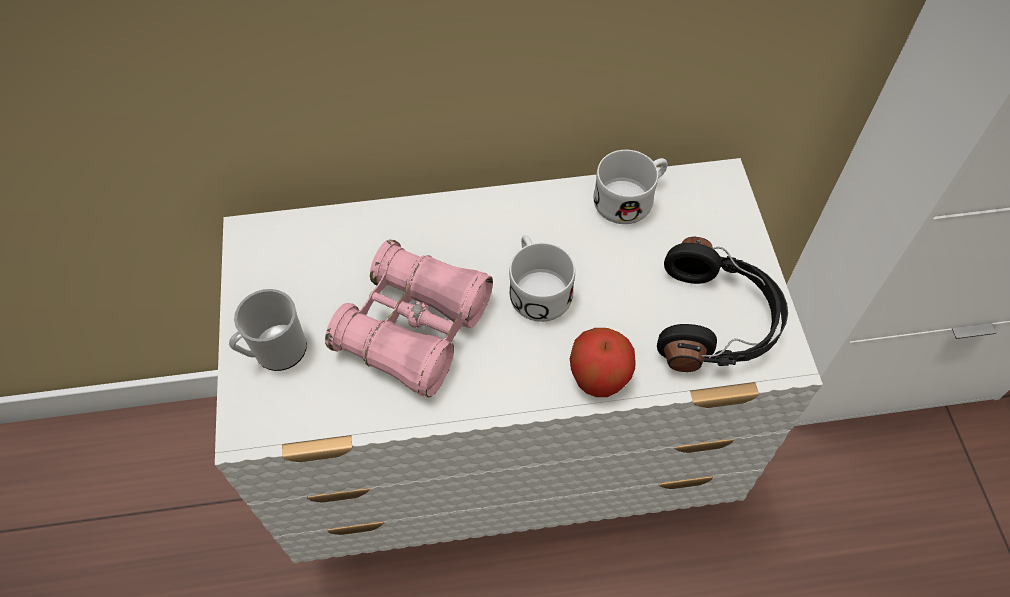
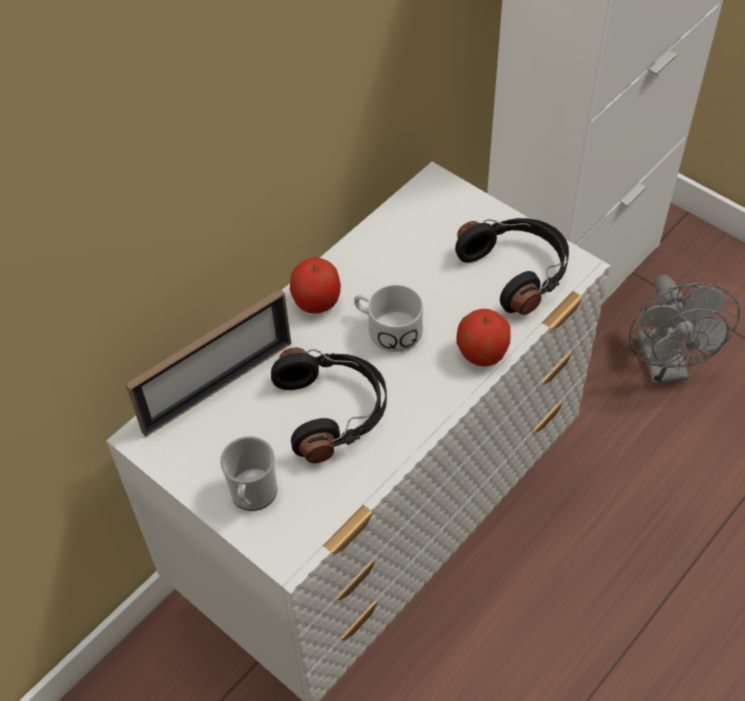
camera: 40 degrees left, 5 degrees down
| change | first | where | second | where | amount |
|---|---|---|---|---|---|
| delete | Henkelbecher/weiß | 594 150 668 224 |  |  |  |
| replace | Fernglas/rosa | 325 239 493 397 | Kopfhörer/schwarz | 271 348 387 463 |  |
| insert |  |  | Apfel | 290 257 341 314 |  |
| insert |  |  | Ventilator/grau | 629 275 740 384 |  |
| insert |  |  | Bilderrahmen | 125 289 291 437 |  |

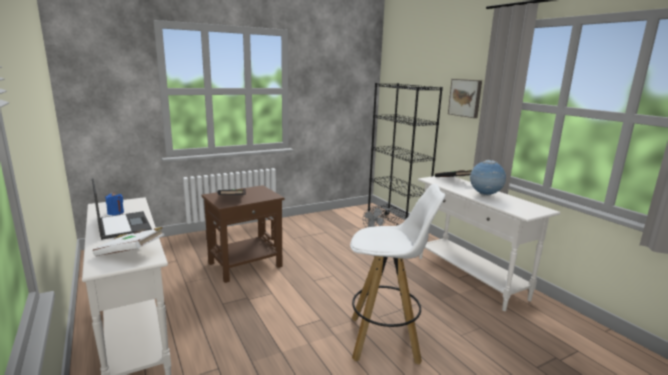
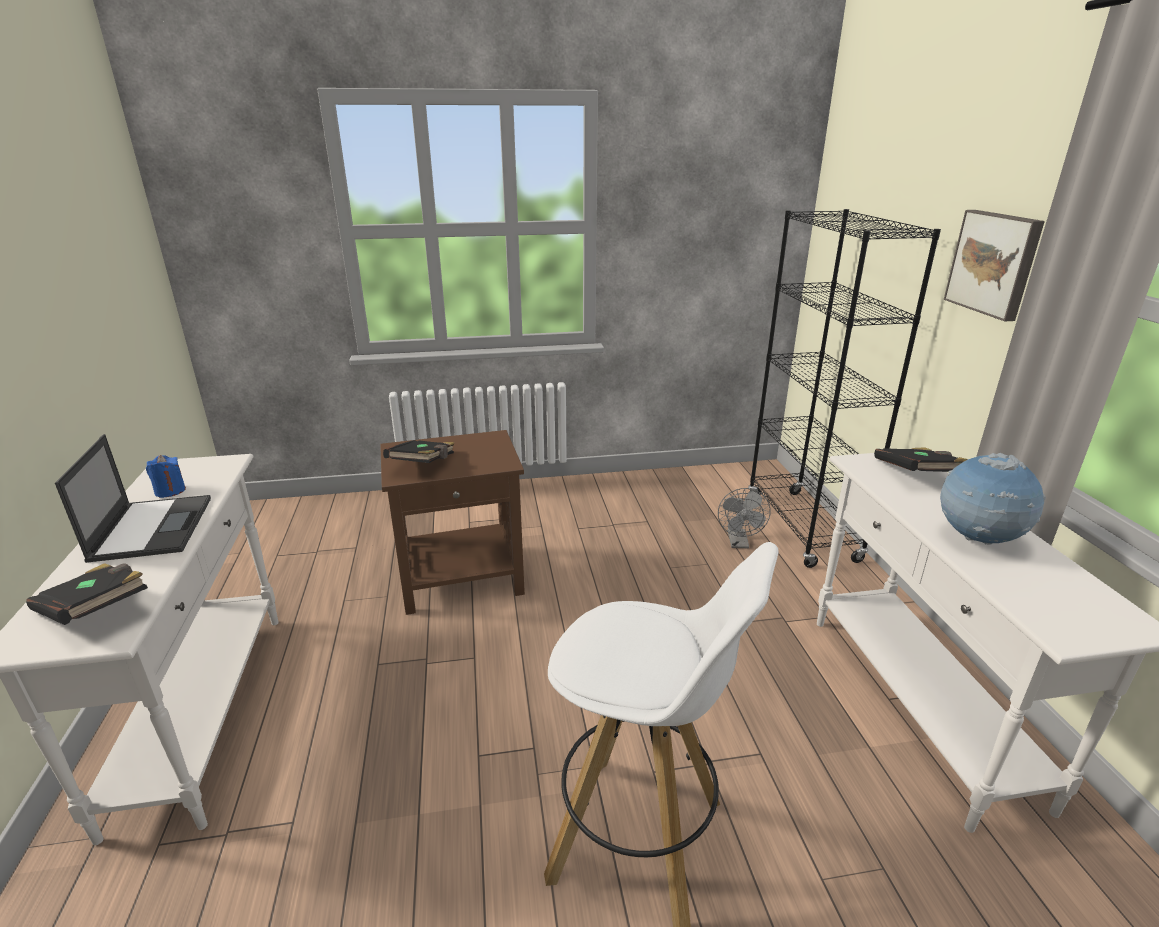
camera: 20 degrees right, 10 degrees up
| change | first | where | second | where | amount |
|---|---|---|---|---|---|
| recolor | Buch/weiß | 92 227 164 256 | Buch/schwarz | 26 563 148 625 |  |

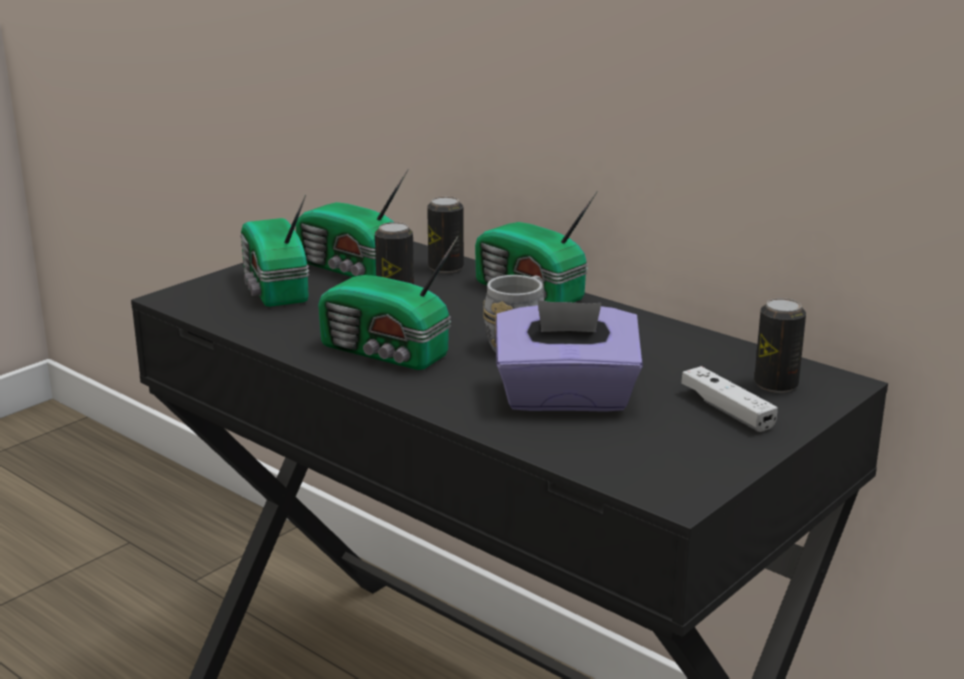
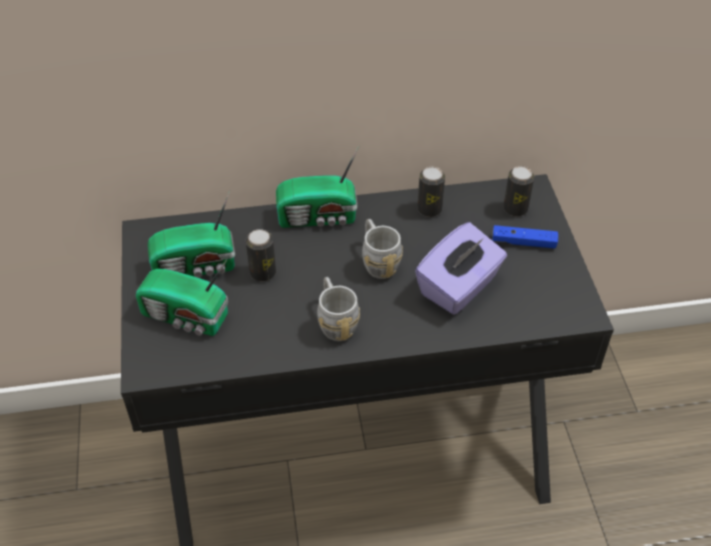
camera: 50 degrees left, 25 degrees up
| change | first | where | second | where | amount |
|---|---|---|---|---|---|
| move | Dose | 427 197 464 273 |  | 417 167 445 217 |  |
| replace | Radio | 318 236 458 370 | Henkelbecher/grau | 317 277 360 341 |  |
| recolor | Gamepad/weiß | 681 366 778 432 | Gamepad/blau | 492 225 558 249 |  |

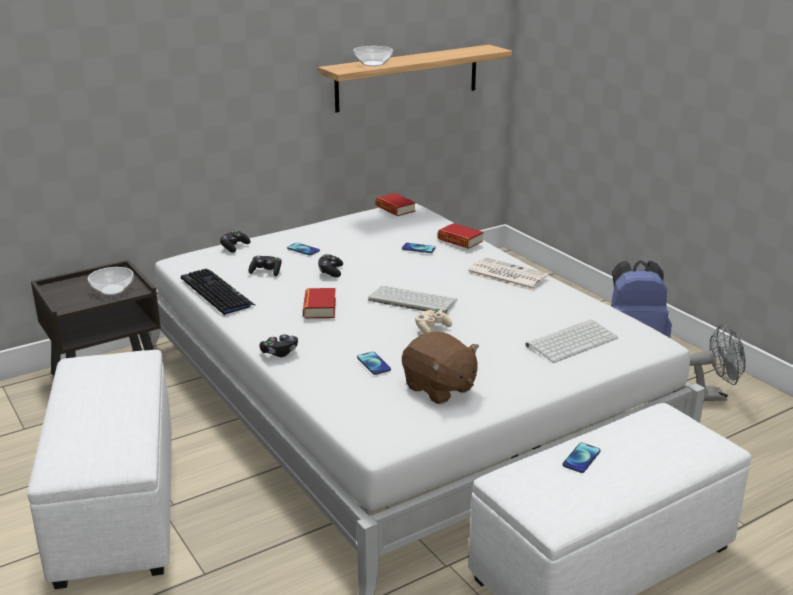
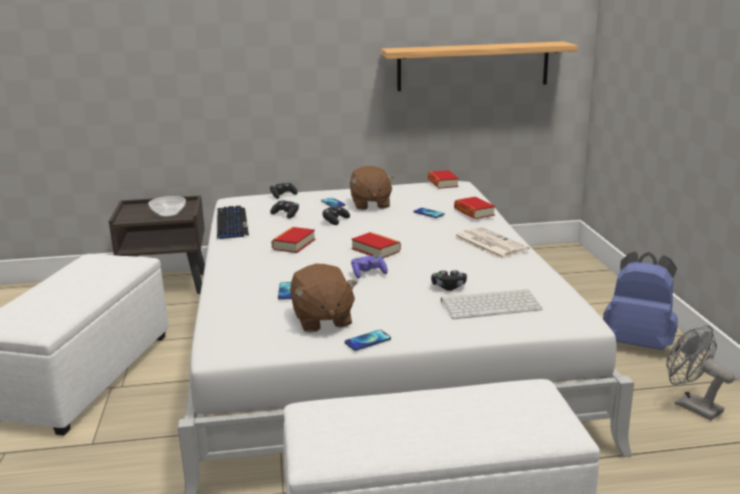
camera: 25 degrees right, 5 degrees down
| change | first | where | second | where | amount |
|---|---|---|---|---|---|
| delete | Schüssel | 354 46 393 66 |  |  |  |
| replace | Tastatur | 368 286 458 314 | Buch | 351 232 401 258 |  |
| recolor | Gamepad/beige | 415 308 452 334 | Gamepad/lila | 351 255 388 279 |  |
| rotate | Ventilator/grau | 690 324 746 401 |  | 667 326 735 420 | 150 degrees counterclockwise |
| move | Gamepad/schwarz | 259 335 298 357 |  | 431 270 467 291 |  |
| move | Handy | 562 443 600 473 |  | 345 330 391 351 |  |
| insert |  |  | Plüschtier/braun | 350 165 394 210 |  |

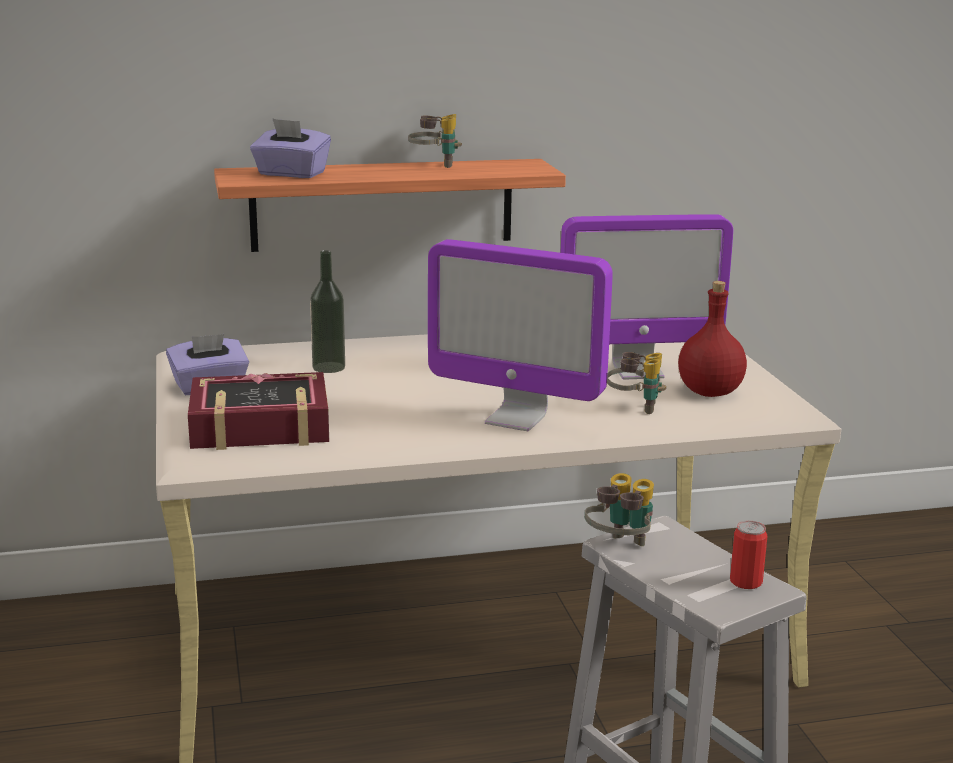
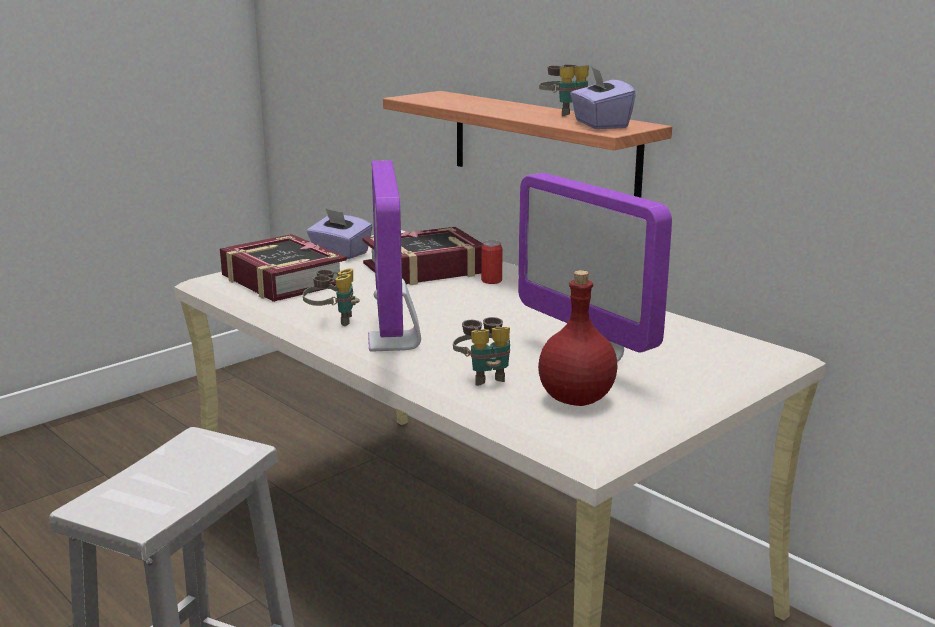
camera: 60 degrees right, 0 degrees up
| change | first | where | second | where | amount |
|---|---|---|---|---|---|
| move | Taschentuchbox/lila | 250 118 331 178 |  | 570 68 636 129 |  |
| replace | Flasche | 310 250 345 373 | Buch | 362 227 483 285 |  |
| move | Fernglas | 585 473 654 546 |  | 303 268 360 326 |  |
| move | Dose | 730 521 767 589 |  | 481 240 503 284 |  |

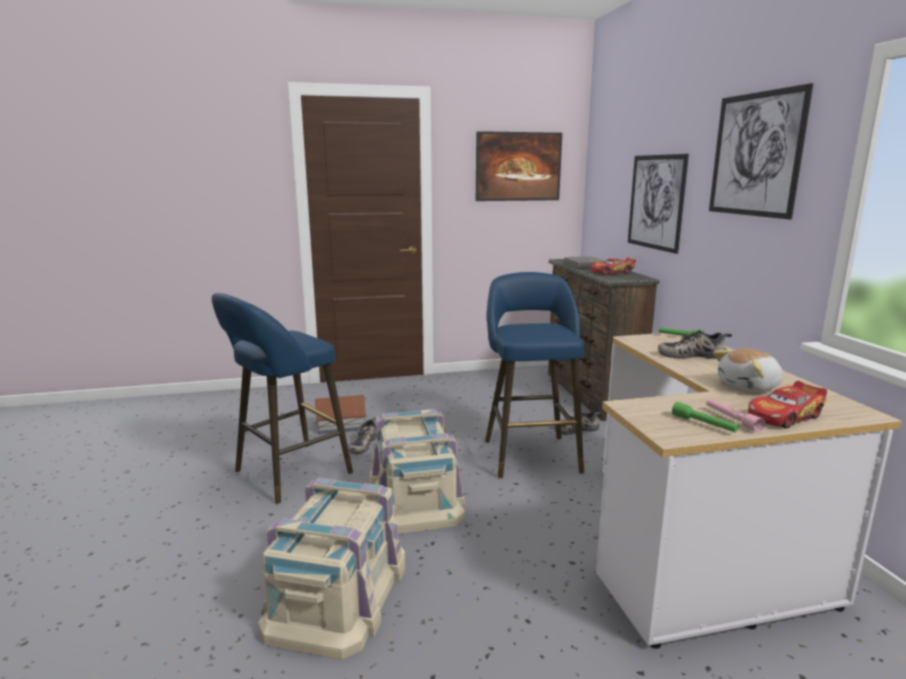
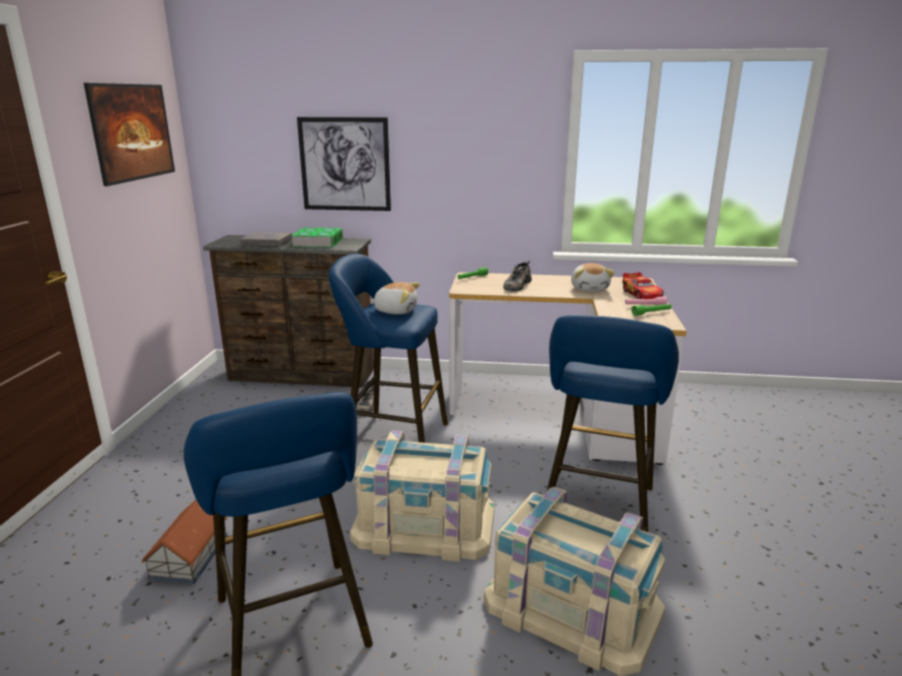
camera: 70 degrees left, 5 degrees up
| change | first | where | second | where | amount |
|---|---|---|---|---|---|
| delete | Bild | 709 83 813 219 |  |  |  |
| replace | Spielzeugauto | 591 258 636 275 | Buch | 291 228 343 248 |  |
| delete | Schuh | 349 417 376 454 |  |  |  |
| insert |  |  | Plüschtier | 370 282 420 315 |  |
| insert |  |  | Hocker/blau | 547 315 679 532 |  |

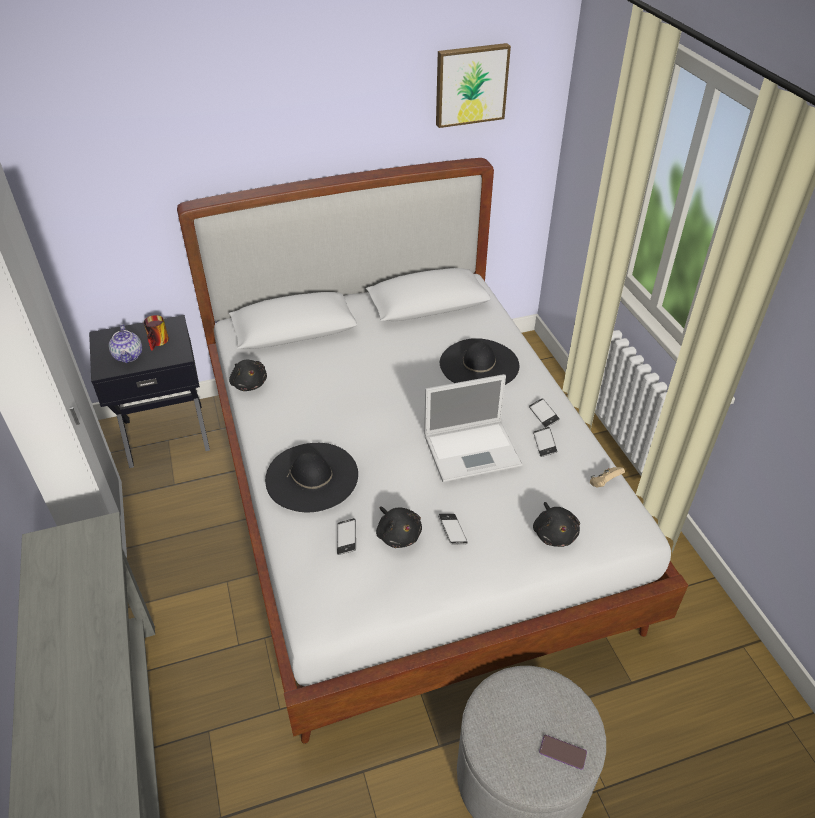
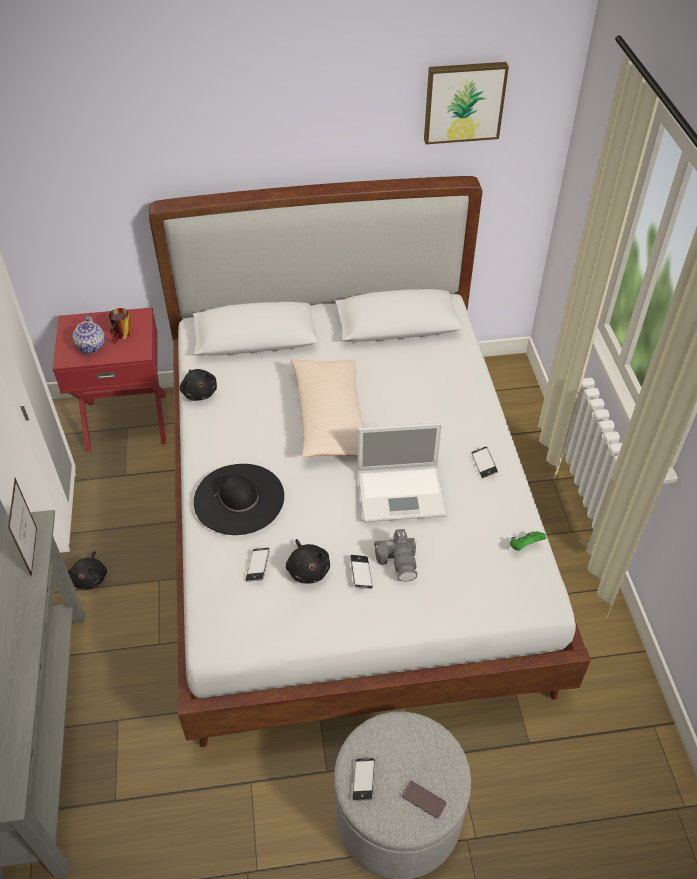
camera: 10 degrees right, 5 degrees up
| change | first | where | second | where | amount |
|---|---|---|---|---|---|
| recolor | Nachttisch/schwarz | 89 315 210 468 | Nachttisch/rot | 52 307 166 452 |  |
| delete | Hut/schwarz | 440 338 519 385 |  |  |  |
| move | Handy | 533 427 557 457 |  | 352 758 375 801 |  |
| recolor | Gamepad/beige | 590 467 625 487 | Gamepad/grün | 510 531 546 551 |  |
| move | Plüschtier/schwarz | 533 502 580 547 |  | 68 551 107 590 |  |
| insert |  |  | Kissen/beige | 291 359 364 457 |  |
| insert |  |  | Bilderrahmen | 8 478 37 577 |  |
| insert |  |  | Kamera | 374 529 417 582 |  |

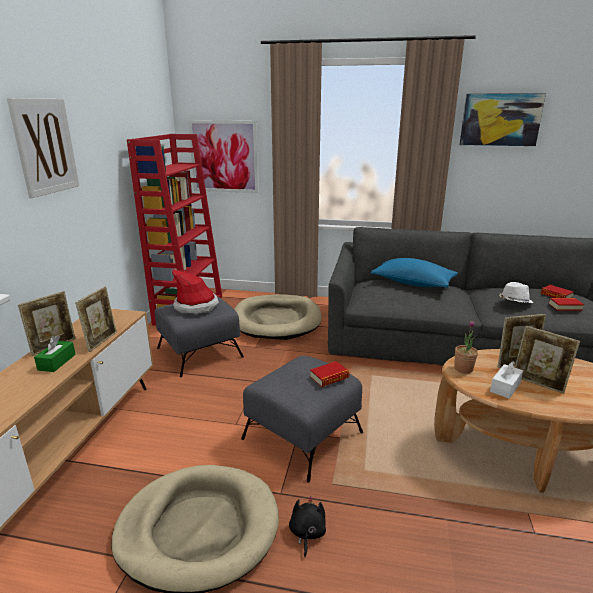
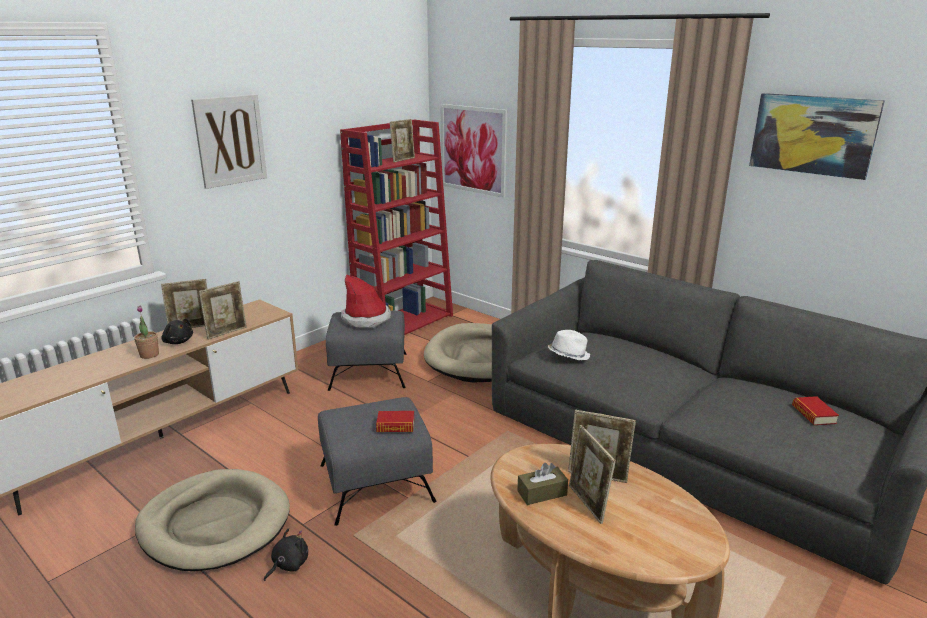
camera: 30 degrees right, 0 degrees up
| change | first | where | second | where | amount |
|---|---|---|---|---|---|
| delete | Kissen/blau | 371 258 458 288 |  |  |  |
| move | Hut/weiß | 499 282 533 303 |  | 548 330 590 361 |  |
| delete | Buch | 549 298 584 311 |  |  |  |
| move | Topfpflanze | 454 320 478 374 |  | 134 306 159 359 |  |
| replace | Taschentuchbox/grün | 34 335 76 372 | Plüschtier/schwarz | 162 319 193 344 |  |
| recolor | Taschentuchbox/weiß | 490 361 523 399 | Taschentuchbox/braun | 517 463 568 505 |  |
| insert |  |  | Bilderrahmen | 390 119 415 162 |  |

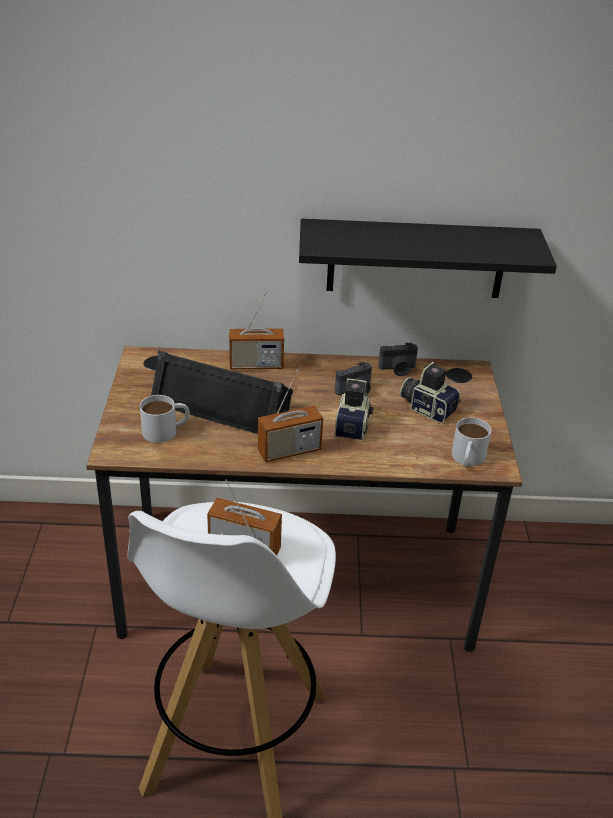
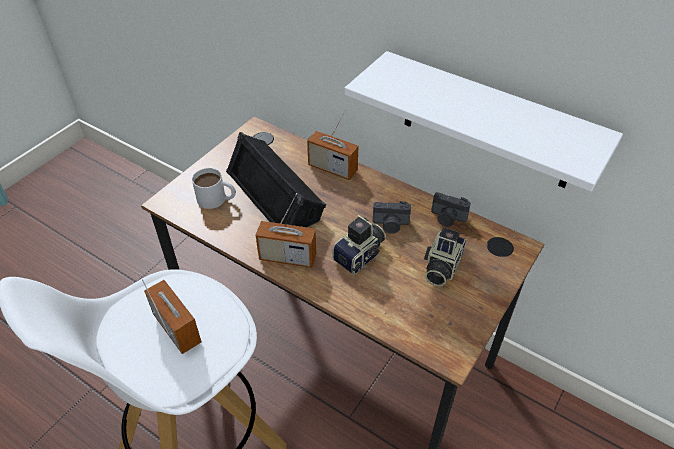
camera: 35 degrees right, 10 degrees up
| change | first | where | second | where | amount |
|---|---|---|---|---|---|
| recolor | Wandregal/schwarz | 299 219 557 298 | Wandregal/weiß | 344 51 623 192 |  |
| rotate | Kamera | 400 362 461 423 |  | 424 228 466 286 | 135 degrees counterclockwise |
| delete | Henkelbecher/weiß | 452 417 491 467 |  |  |  |

